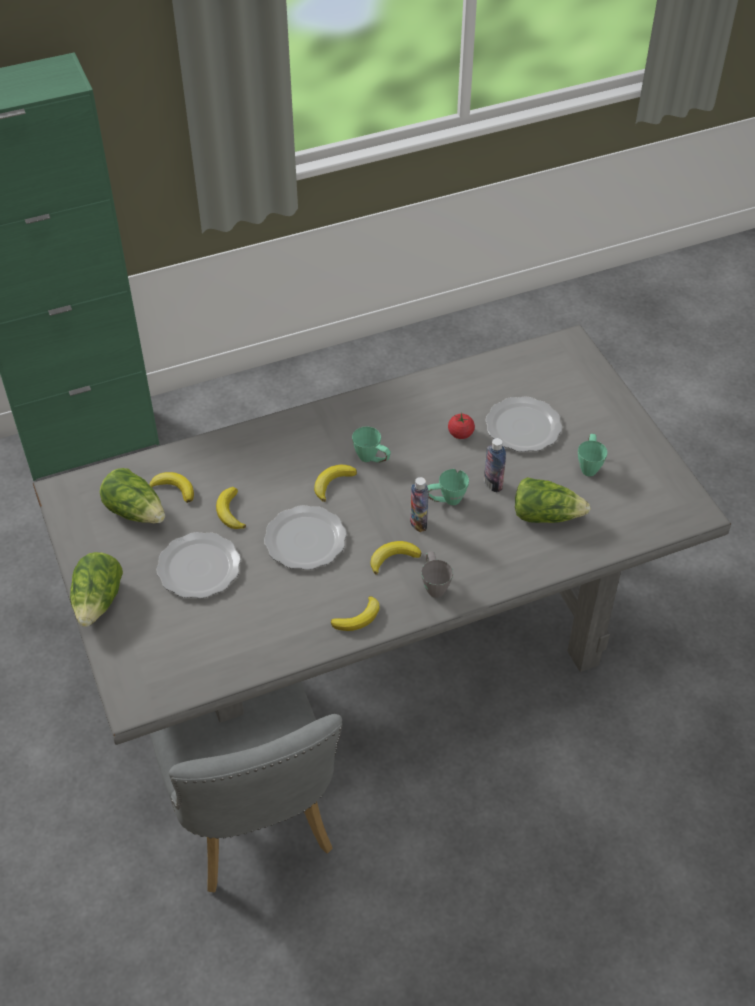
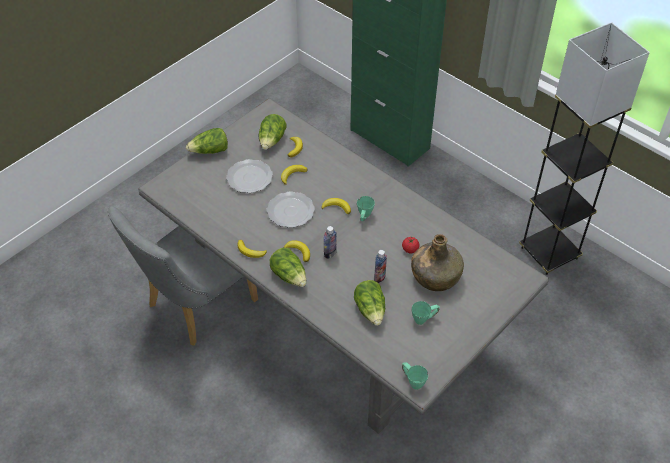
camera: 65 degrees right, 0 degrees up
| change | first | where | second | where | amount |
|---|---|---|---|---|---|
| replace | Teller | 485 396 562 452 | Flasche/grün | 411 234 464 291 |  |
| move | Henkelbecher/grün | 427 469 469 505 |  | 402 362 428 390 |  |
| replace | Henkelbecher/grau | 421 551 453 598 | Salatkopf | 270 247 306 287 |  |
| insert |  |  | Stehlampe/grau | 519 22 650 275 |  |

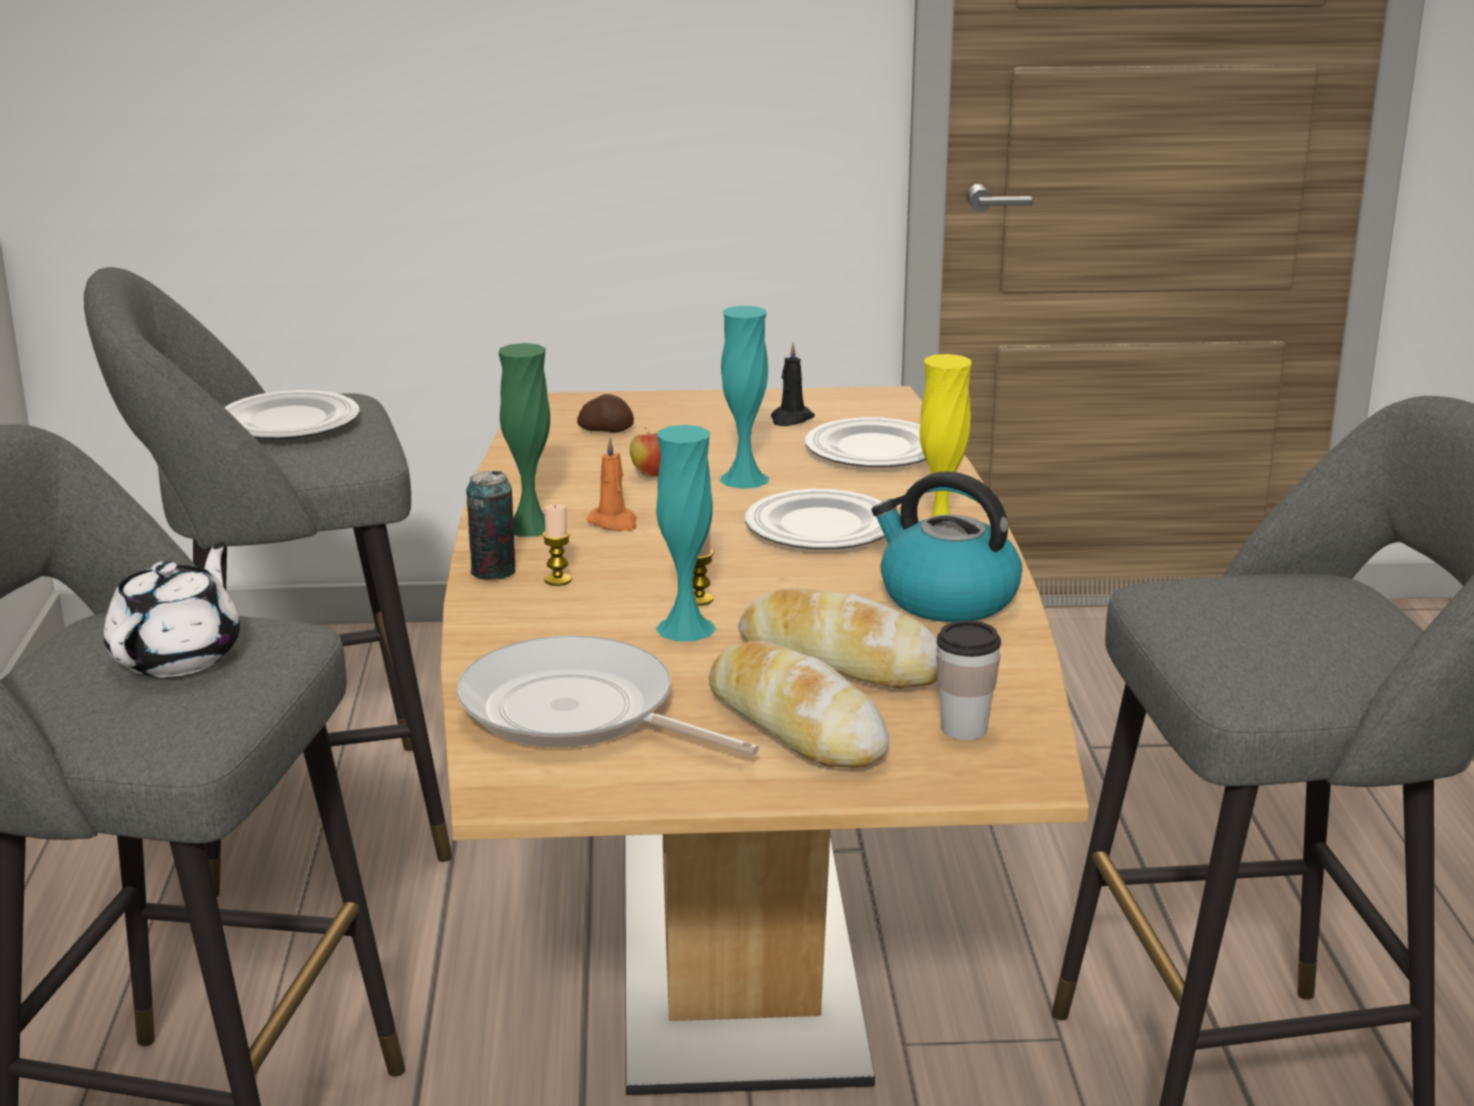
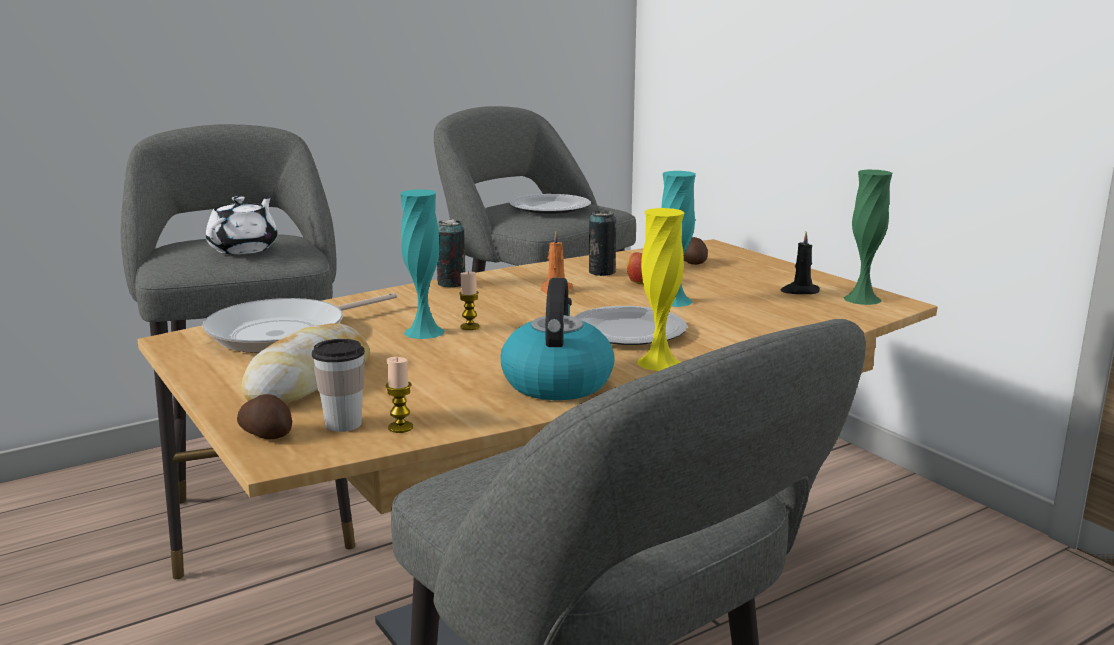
camera: 60 degrees right, 5 degrees down
| change | first | where | second | where | amount |
|---|---|---|---|---|---|
| move | Vase/grün | 498 343 550 537 |  | 843 170 892 305 |  |
| delete | Teller | 805 417 926 467 |  |  |  |
| move | Kerze | 542 504 572 586 |  | 386 357 413 433 |  |
| rotate | Teekanne/weiß | 104 542 240 677 |  | 206 196 277 254 | 60 degrees counterclockwise |
| delete | Brot | 739 588 937 688 |  |  |  |
| rotate | Pfanne | 457 635 759 756 |  | 202 293 397 353 | 135 degrees counterclockwise |
| insert |  |  | Dose | 589 210 616 276 |  |
| insert |  |  | Kartoffel | 237 394 292 439 |  |

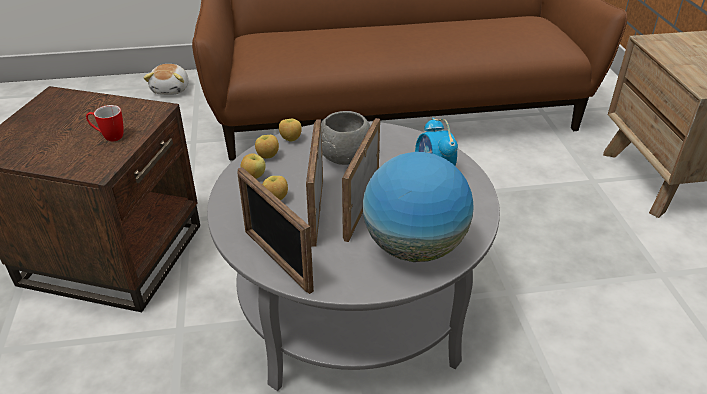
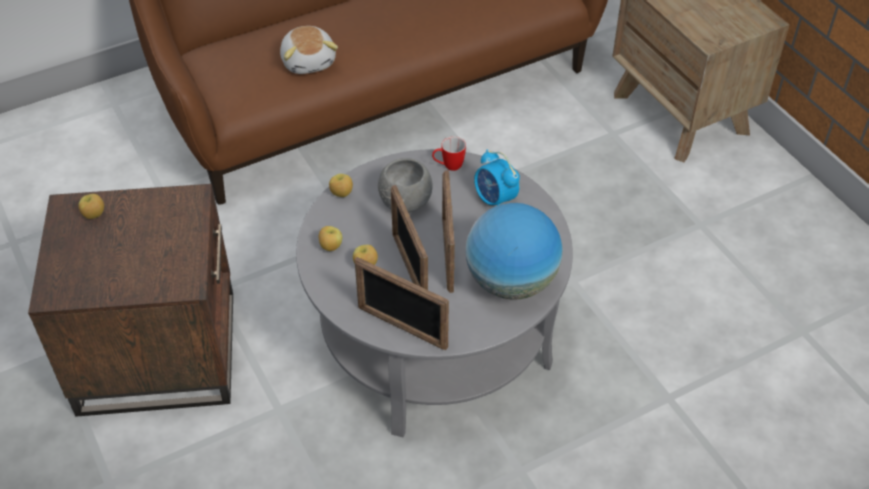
camera: 20 degrees left, 10 degrees up
| change | first | where | second | where | amount |
|---|---|---|---|---|---|
| move | Plüschtier | 143 64 189 95 |  | 280 26 338 74 |  |
| move | Henkelbecher | 86 105 124 141 |  | 432 136 466 171 |  |
| move | Apfel | 255 135 279 159 |  | 78 194 104 219 |  |

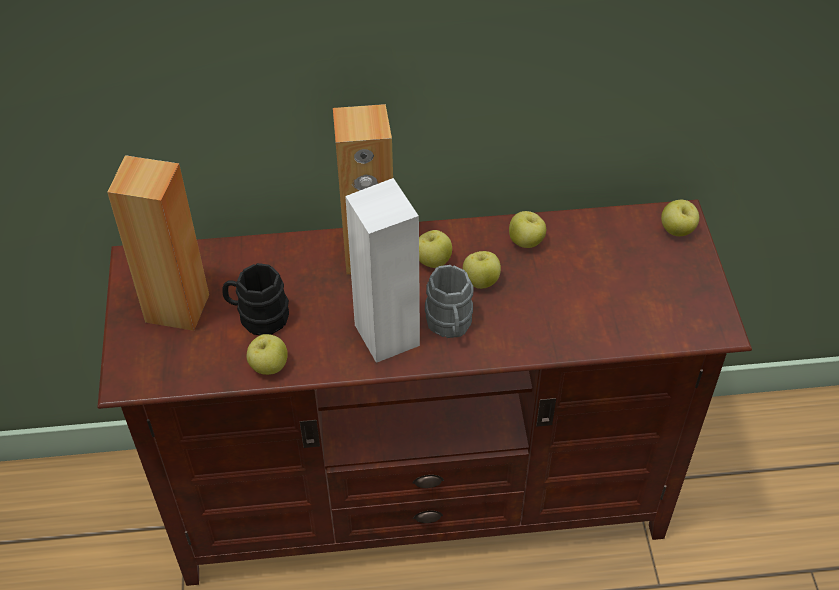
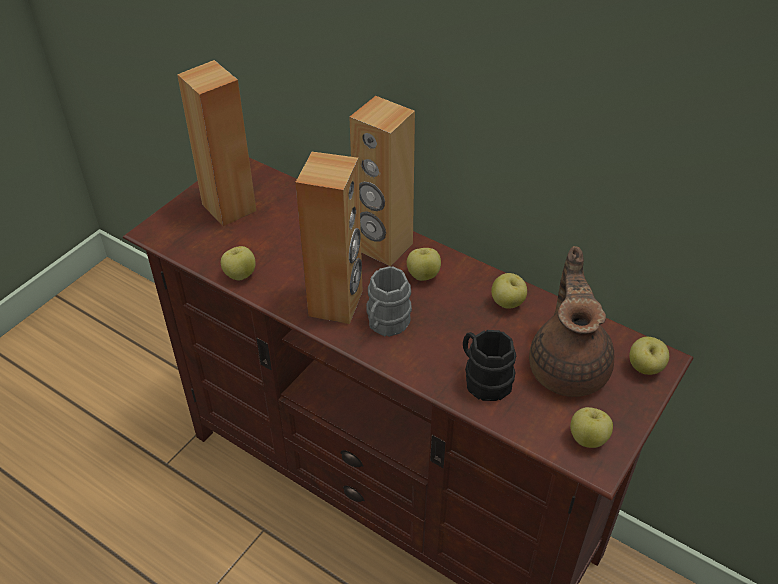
camera: 40 degrees right, 5 degrees down
| change | first | where | second | where | amount |
|---|---|---|---|---|---|
| recolor | Lautsprecher/weiß | 345 178 420 363 | Lautsprecher/braun | 295 152 362 324 |  |
| move | Apfel | 463 251 501 289 |  | 570 407 613 448 |  |
| move | Henkelbecher/schwarz | 222 263 289 335 |  | 463 330 516 401 |  |
| insert |  |  | Teekanne/braun | 529 246 614 397 |  |

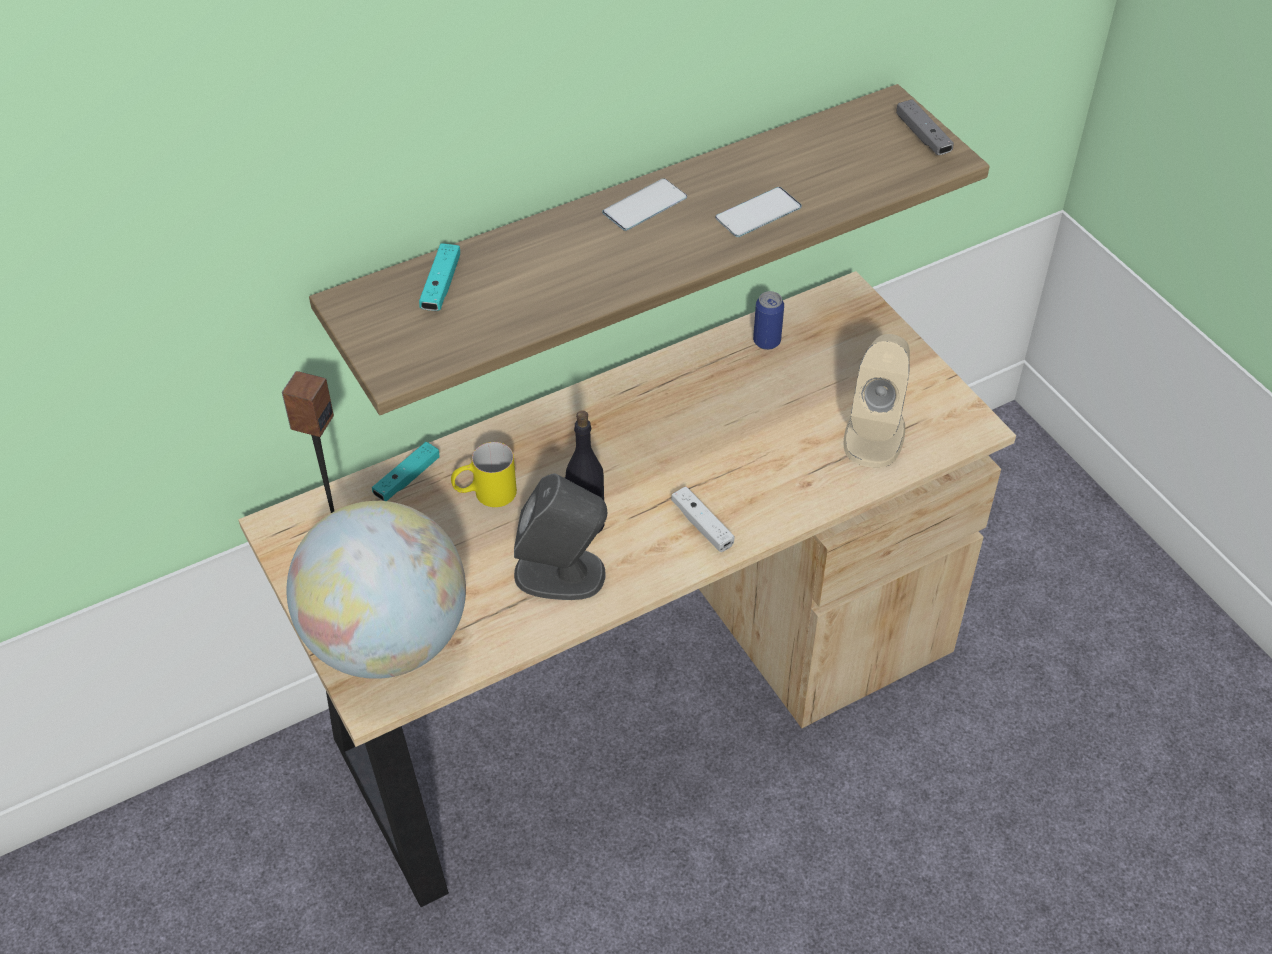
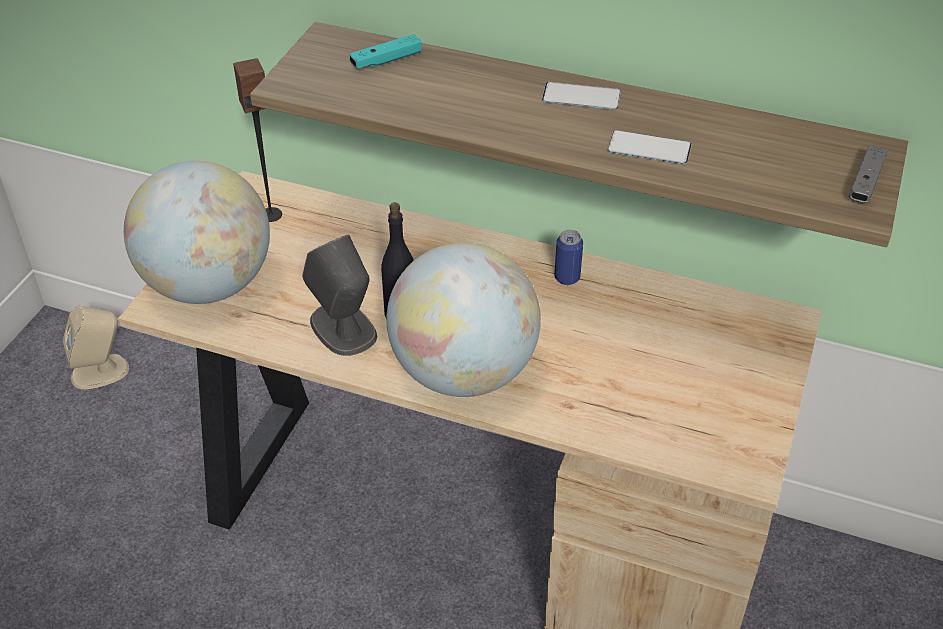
camera: 50 degrees right, 5 degrees down
| change | first | where | second | where | amount |
|---|---|---|---|---|---|
| move | Dose | 753 291 784 350 |  | 554 230 583 285 |  |
| move | Lautsprecher/beige | 843 334 910 468 |  | 63 306 129 390 |  |
| delete | Gamepad/türkis | 372 442 440 501 |  |  |  |
| delete | Henkelbecher/gelb | 451 442 517 507 |  |  |  |
| replace | Gamepad/weiß | 671 486 734 552 | Globus | 386 243 541 397 |  |

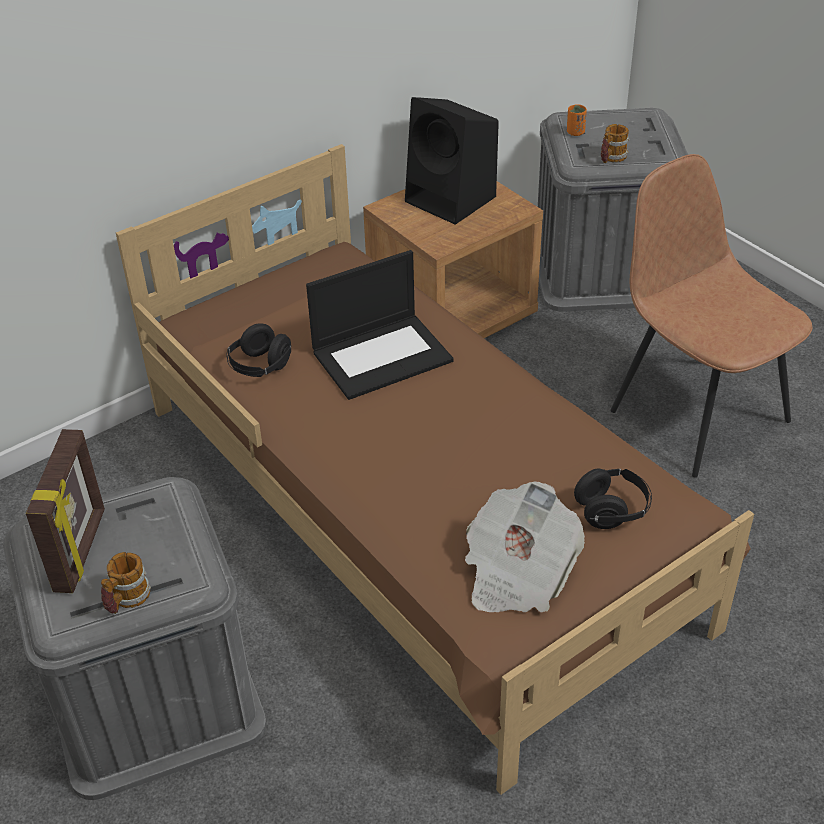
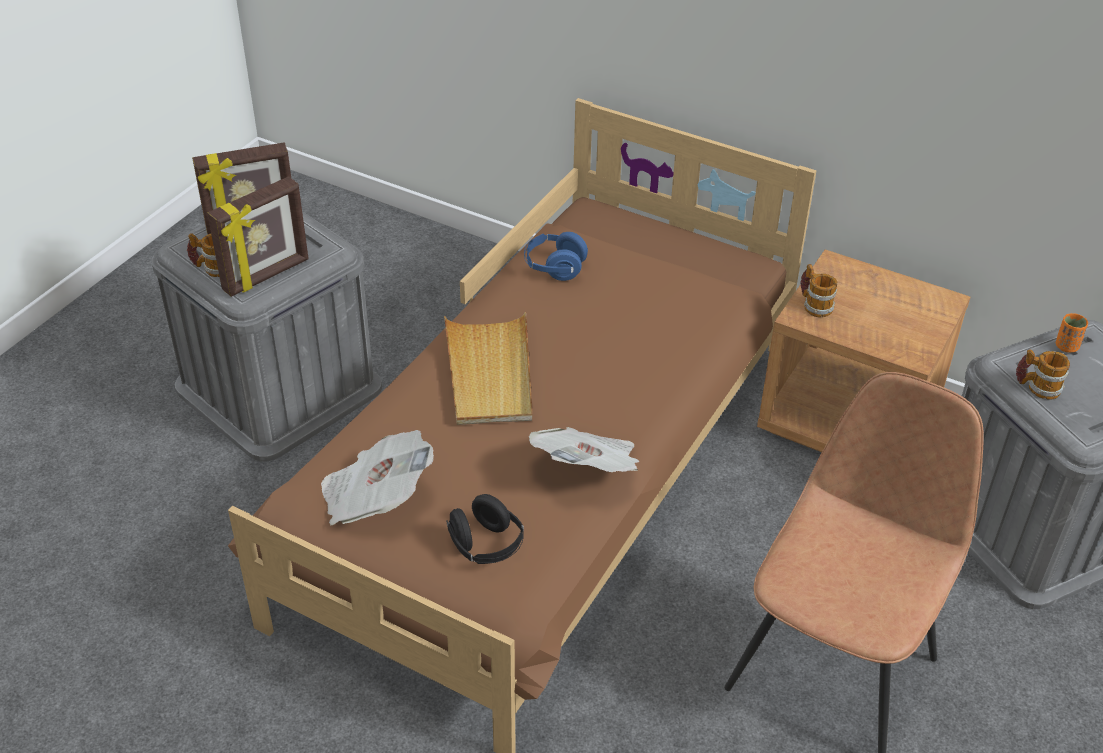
camera: 65 degrees right, 0 degrees up
| change | first | where | second | where | amount |
|---|---|---|---|---|---|
| delete | Lautsprecher/schwarz | 405 97 499 225 |  |  |  |
| delete | Laptop | 306 250 453 400 |  |  |  |
| recolor | Kopfhörer/schwarz | 226 323 291 377 | Kopfhörer/blau | 524 232 588 281 |  |
| insert |  |  | Bilderrahmen | 207 176 309 297 |  |
| insert |  |  | Henkelbecher | 800 264 838 317 |  |
| insert |  |  | Tablett/beige | 444 312 532 425 |  |
| insert |  |  | Zeitung | 529 427 639 472 |  |

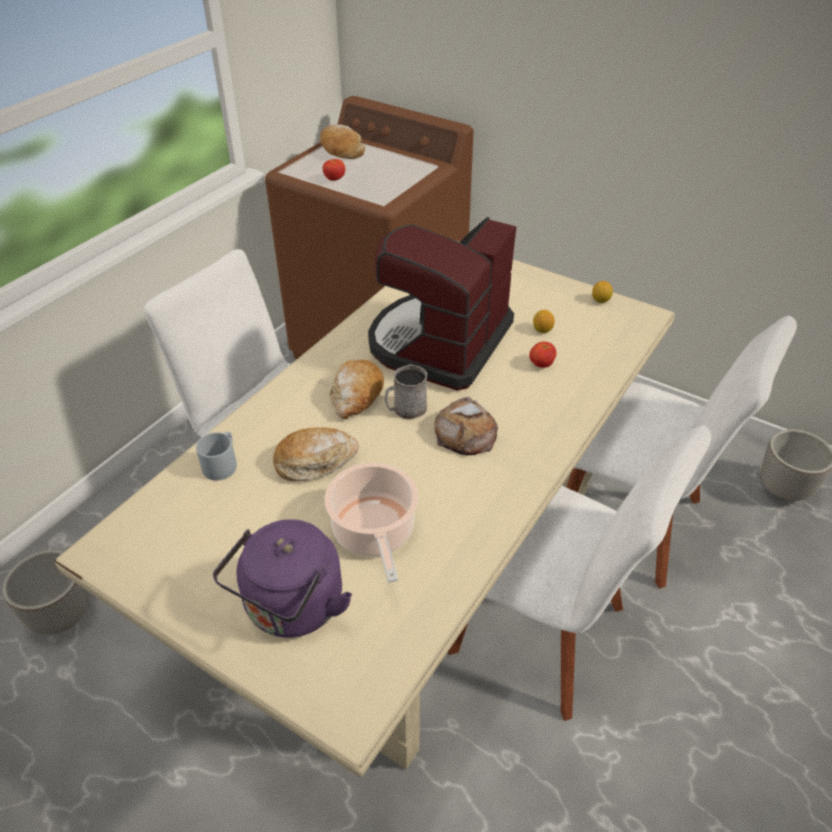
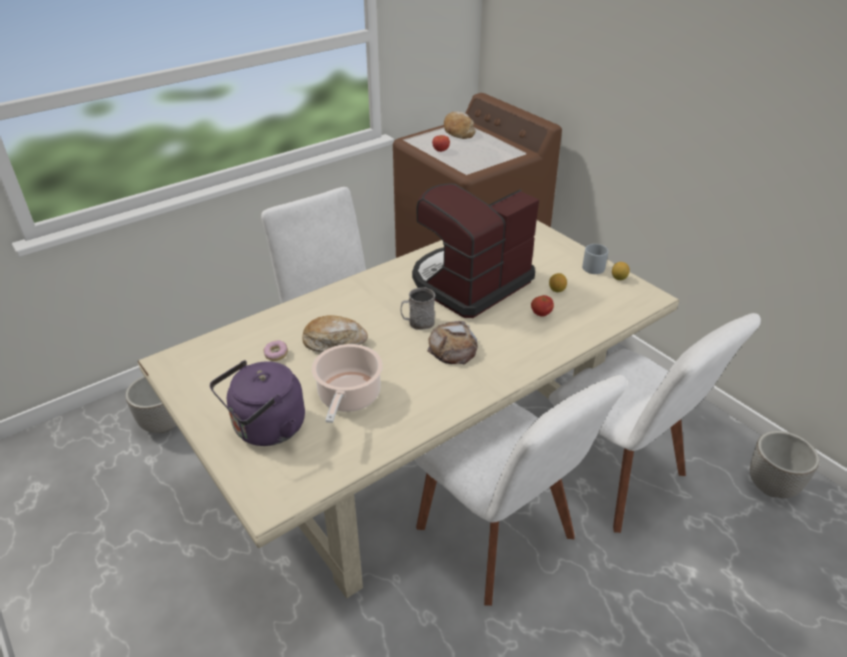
camera: 20 degrees right, 5 degrees down
| change | first | where | second | where | amount |
|---|---|---|---|---|---|
| delete | Brot | 329 360 384 419 |  |  |  |
| move | Henkelbecher/grau | 196 432 237 480 |  | 582 244 608 274 |  |
| insert |  |  | Donut | 264 340 288 361 |  |

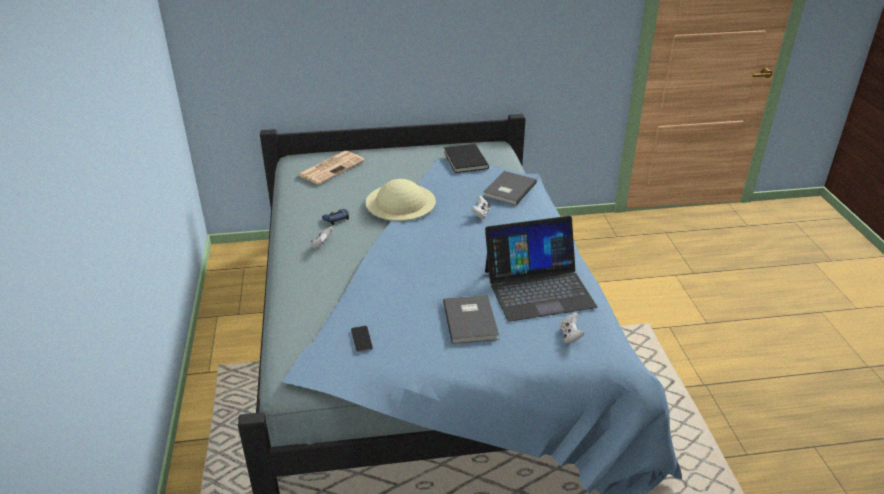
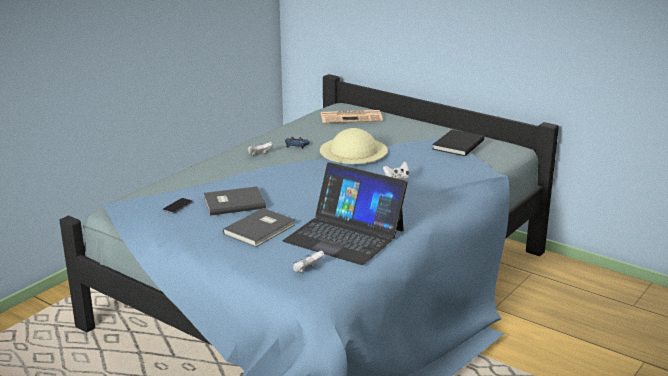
camera: 45 degrees right, 10 degrees down
| change | first | where | second | where | amount |
|---|---|---|---|---|---|
| move | Buch/grau | 483 171 537 205 |  | 204 187 266 216 |  |

